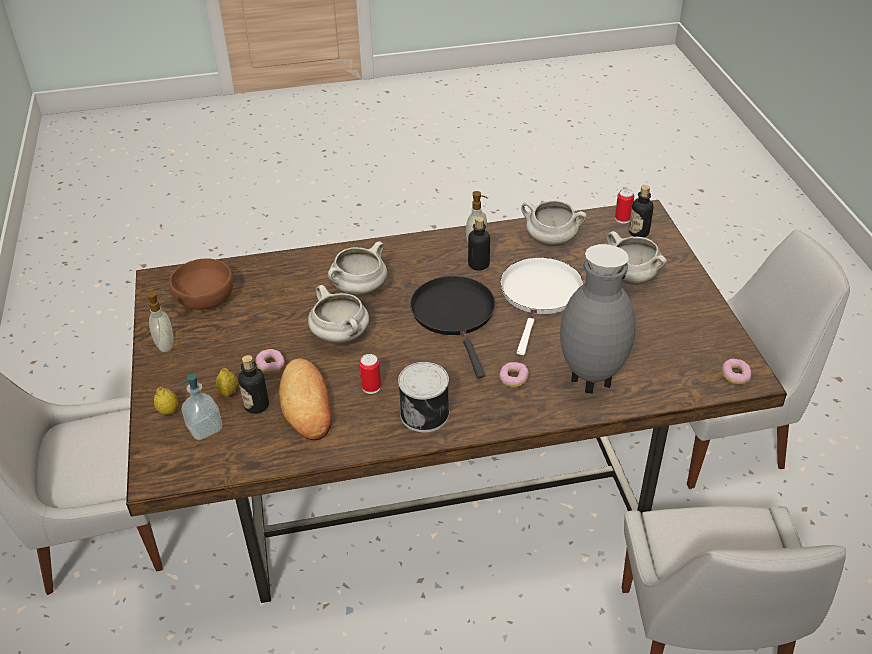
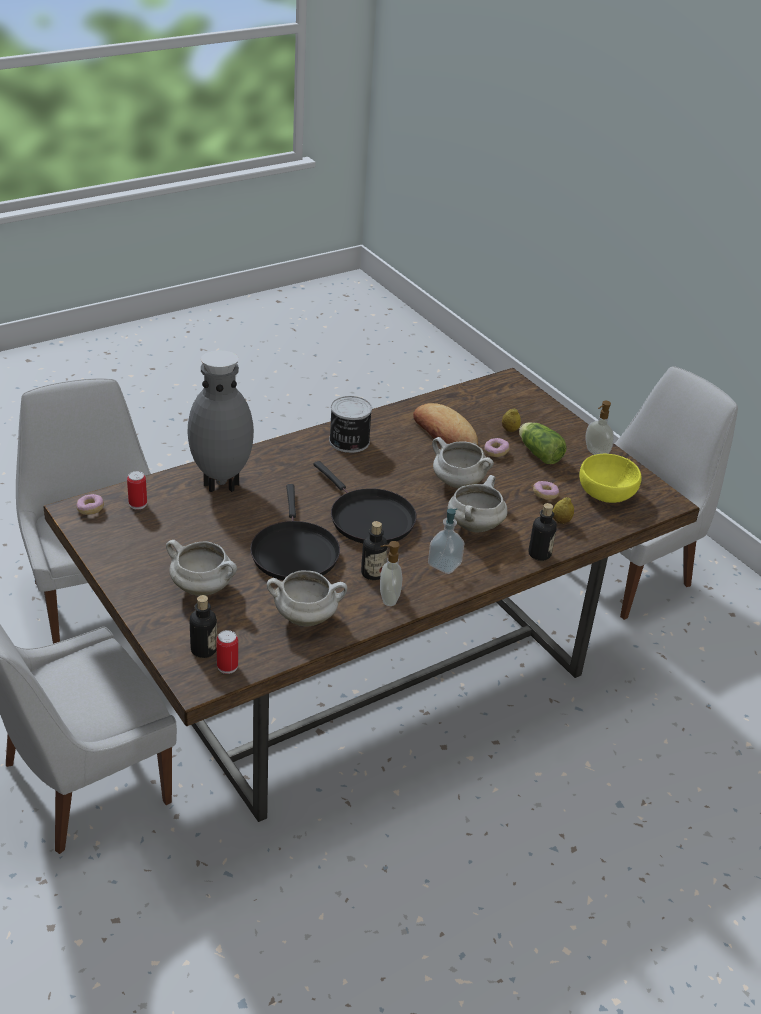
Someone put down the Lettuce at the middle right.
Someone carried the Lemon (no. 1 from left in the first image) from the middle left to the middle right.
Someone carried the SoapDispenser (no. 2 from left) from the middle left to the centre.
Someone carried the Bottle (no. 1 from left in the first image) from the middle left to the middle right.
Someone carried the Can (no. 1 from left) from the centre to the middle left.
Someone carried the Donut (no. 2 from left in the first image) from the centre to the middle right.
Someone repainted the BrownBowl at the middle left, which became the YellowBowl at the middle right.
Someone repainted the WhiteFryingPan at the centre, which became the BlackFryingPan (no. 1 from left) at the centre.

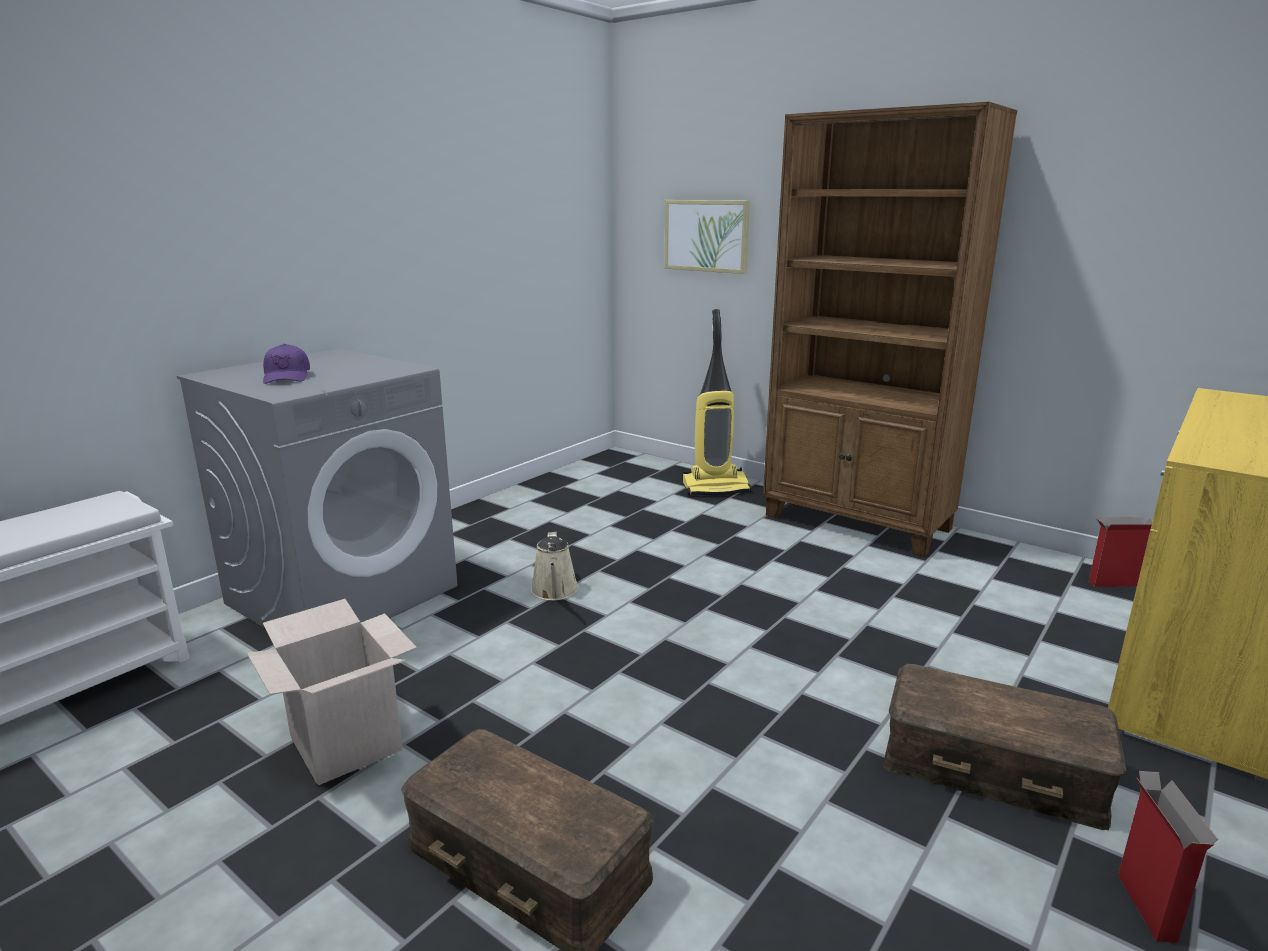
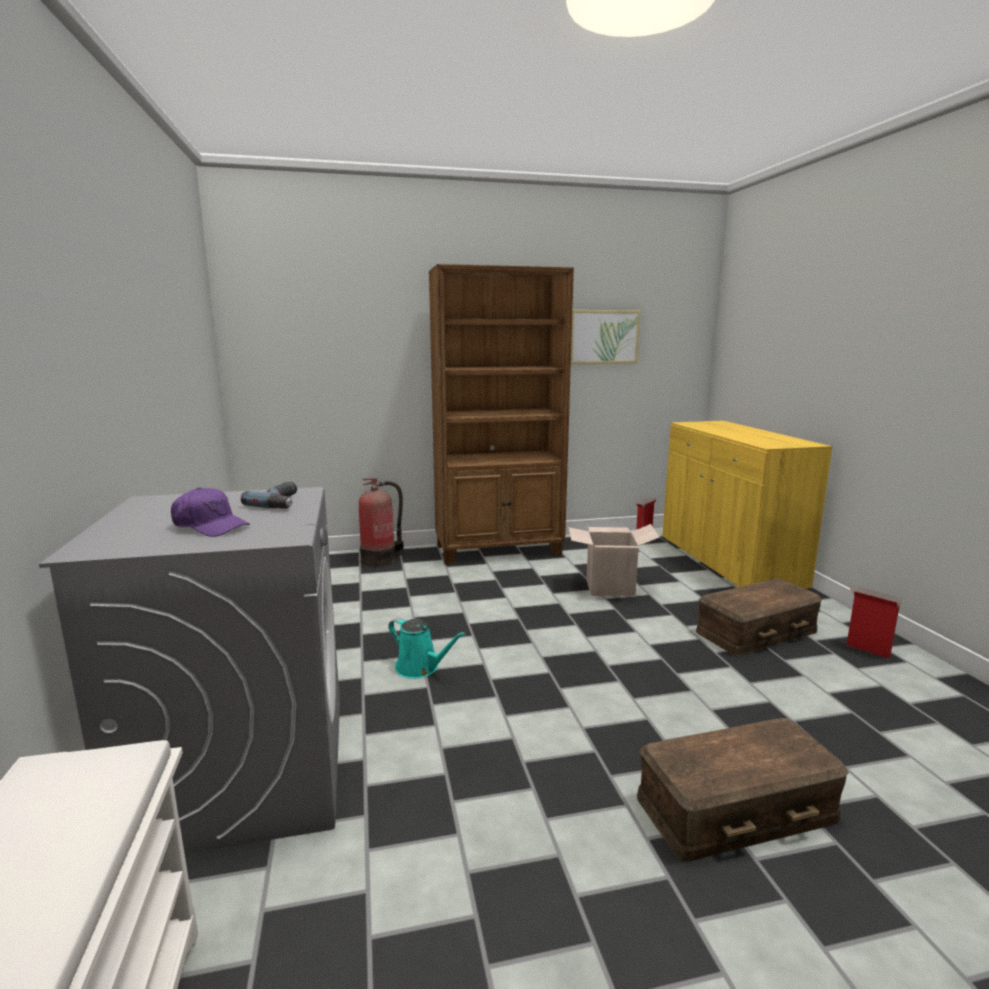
Someone put down the PowerDrill at the middle left.
Someone carried the CardboardBox (no. 1 from left) from the bottom left to the centre.
Someone carried the Picture from the top centre to the centre.
Someone swapped the VacuumCleaner at the centre for the FireExtinguisher at the centre.
Someone repainted the BeigeWateringCan at the centre, which became the TurquoiseWateringCan at the centre.

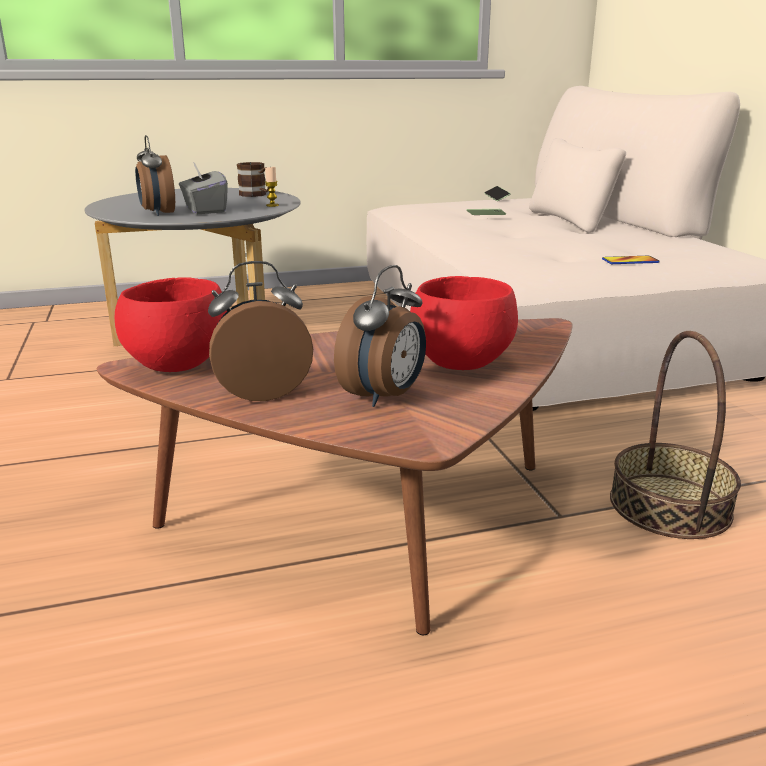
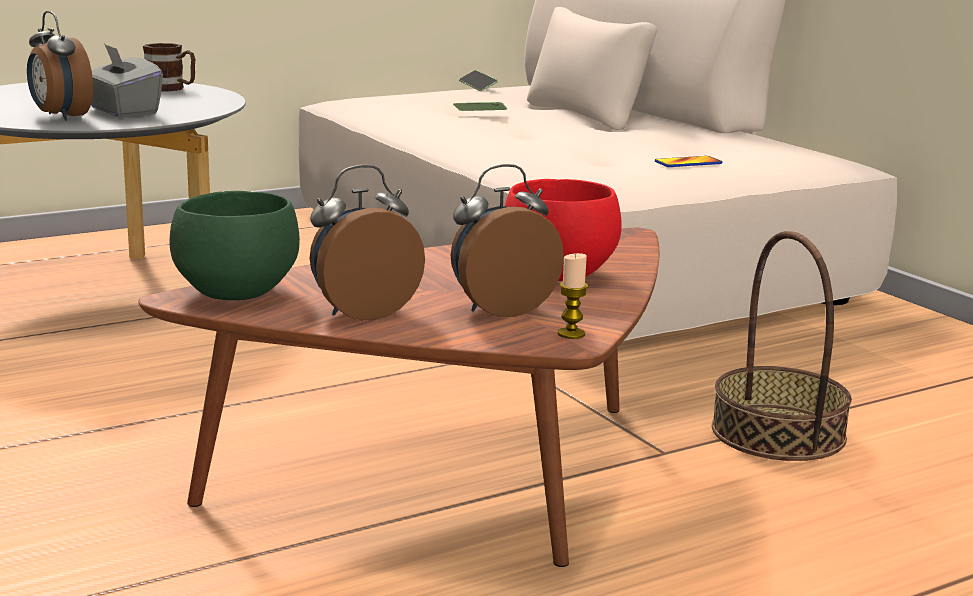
Someone carried the Candle from the top centre to the centre.
Someone repainted the RedBowl (no. 1 from left) at the middle left, which became the GreenBowl at the middle left.
Someone rotated the AlarmClock (no. 3 from left) at the centre by 135 degrees counterclockwise.

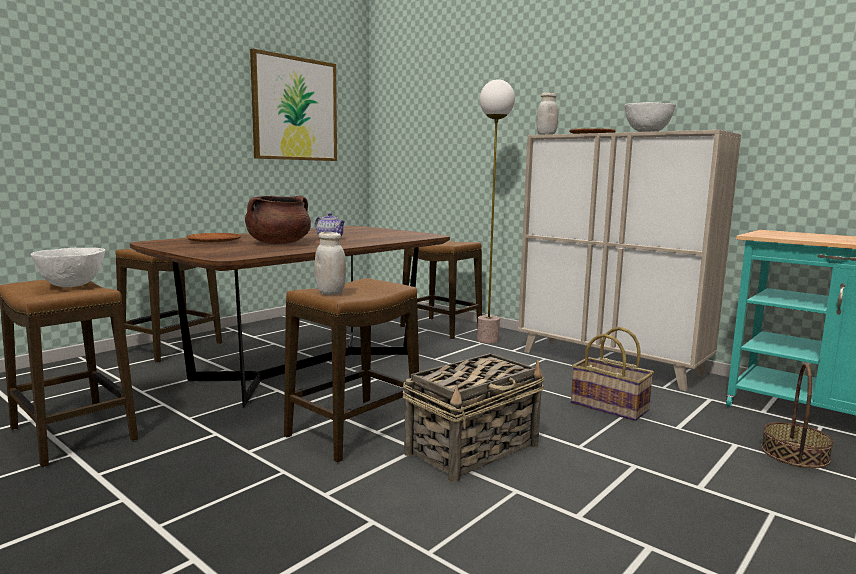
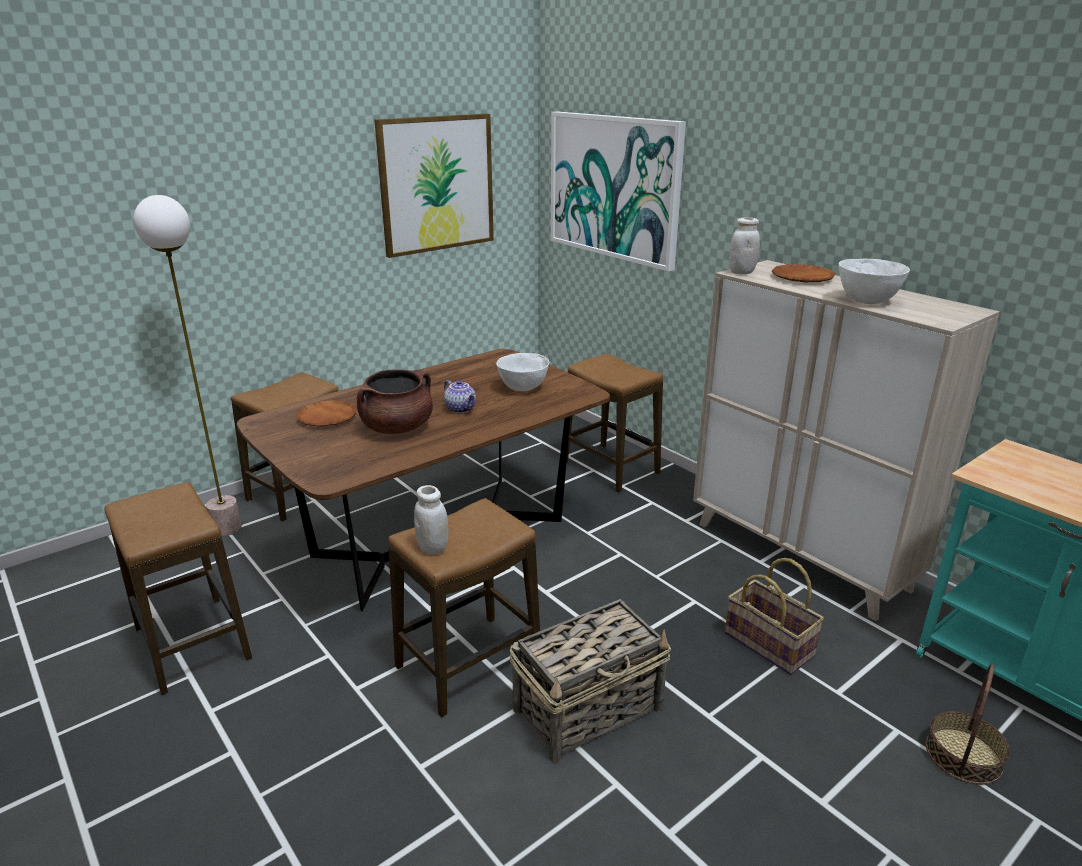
Someone put up the Picture (no. 2 from left) at the top centre.
Someone carried the WhiteBowl (no. 1 from left) from the middle left to the centre.
Someone carried the FloorLamp from the centre to the middle left.

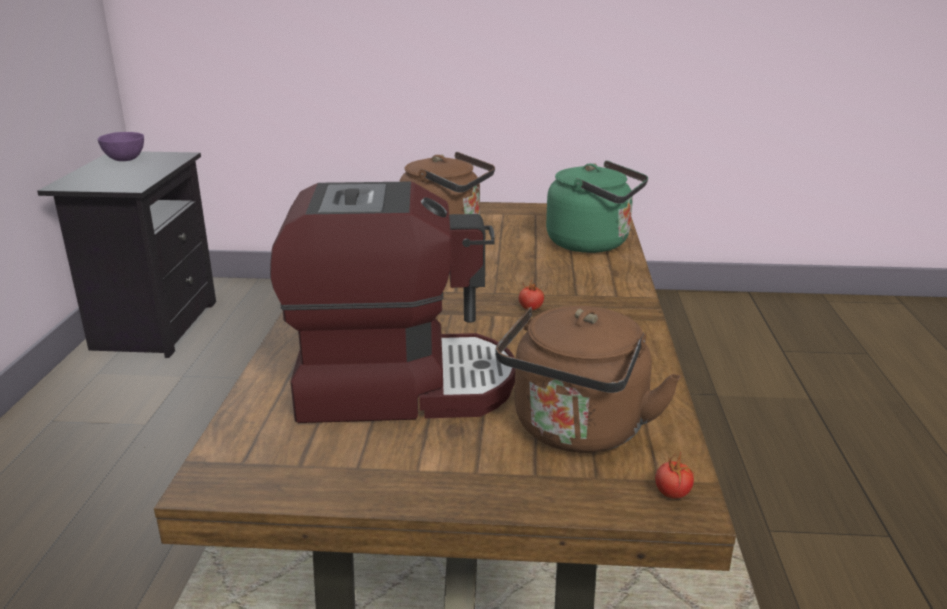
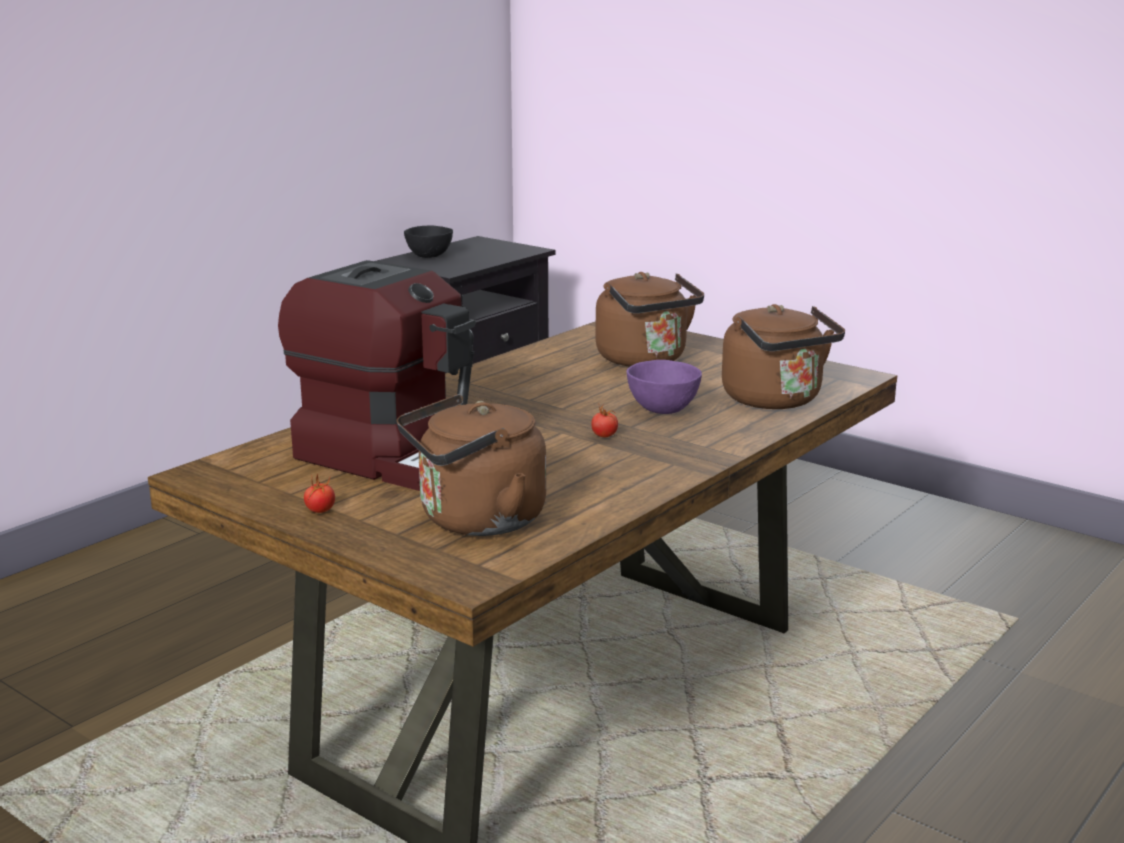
Someone put down the BlackBowl at the top centre.
Someone carried the PurpleBowl from the top left to the centre.
Someone carried the Tomato (no. 2 from left in the first image) from the bottom right to the middle left.
Someone repainted the GreenKettle at the centre, which became the BrownKettle (no. 3 from left) at the middle right.

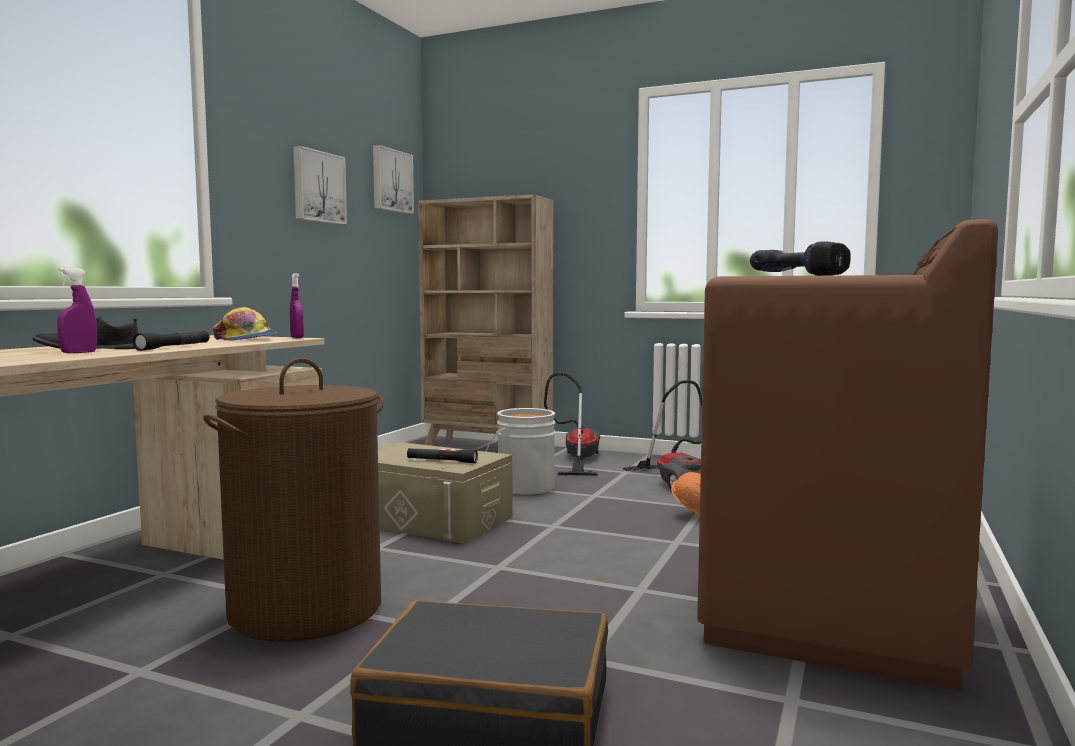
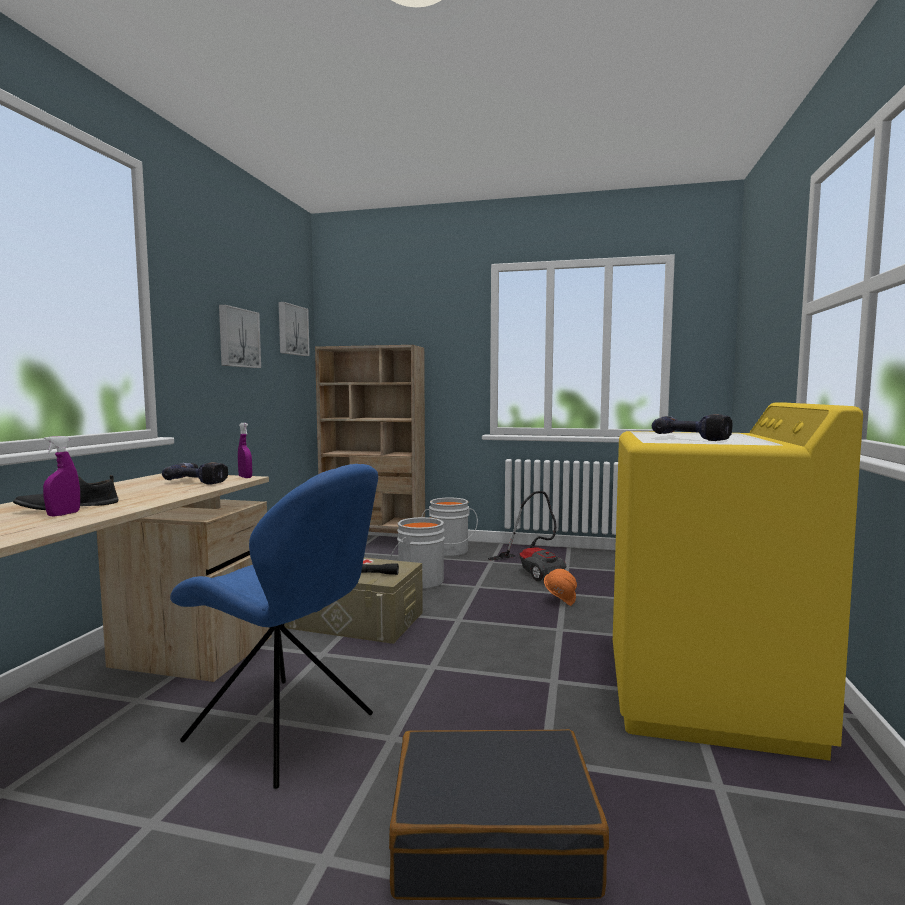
Someone took away the BlackFlashlight (no. 1 from left) at the middle left.
Someone swapped the BrownLaundryBasket at the bottom left for the BlueChair at the bottom left.
Someone swapped the Cap at the middle left for the PowerDrill (no. 1 from left) at the middle left.
Someone swapped the VacuumCleaner (no. 1 from left) at the centre for the GreyBucket (no. 2 from left) at the centre.
Someone repainted the BrownWashingMachine at the middle right, which became the YellowWashingMachine at the middle right.

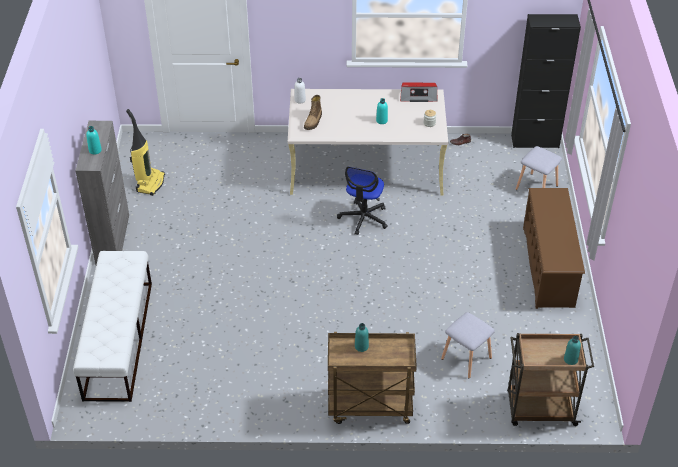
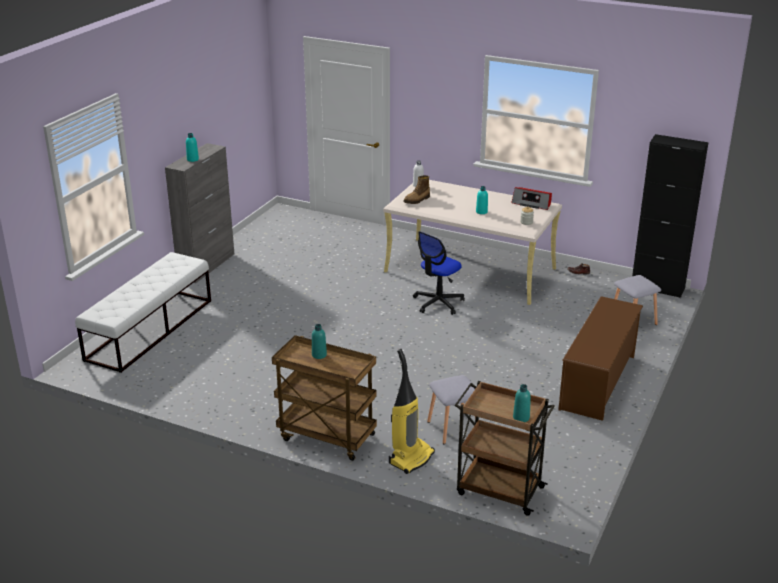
Someone carried the VacuumCleaner from the top left to the bottom centre.

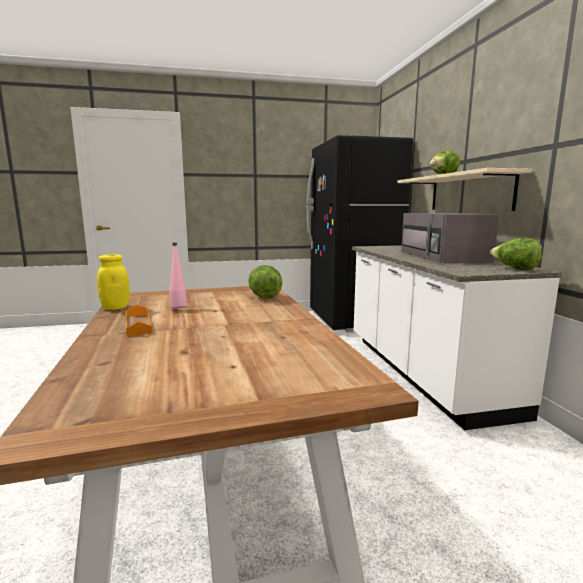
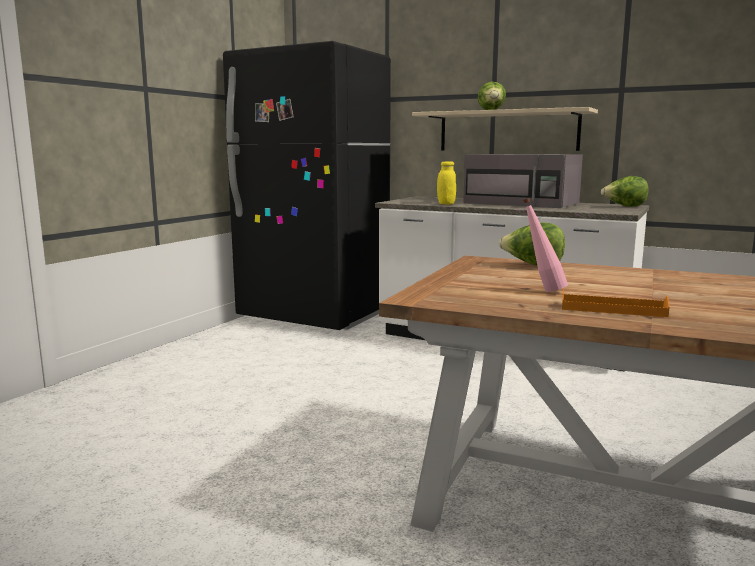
Someone carried the YellowJar from the middle left to the top centre.

